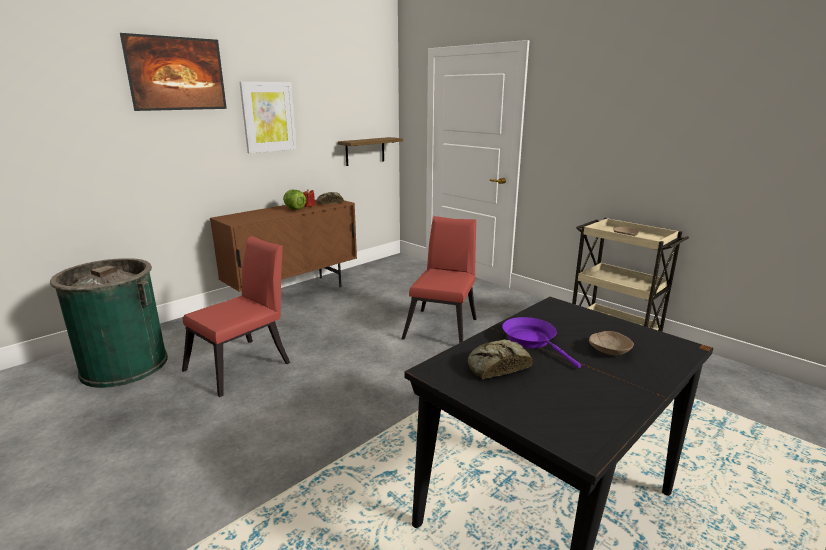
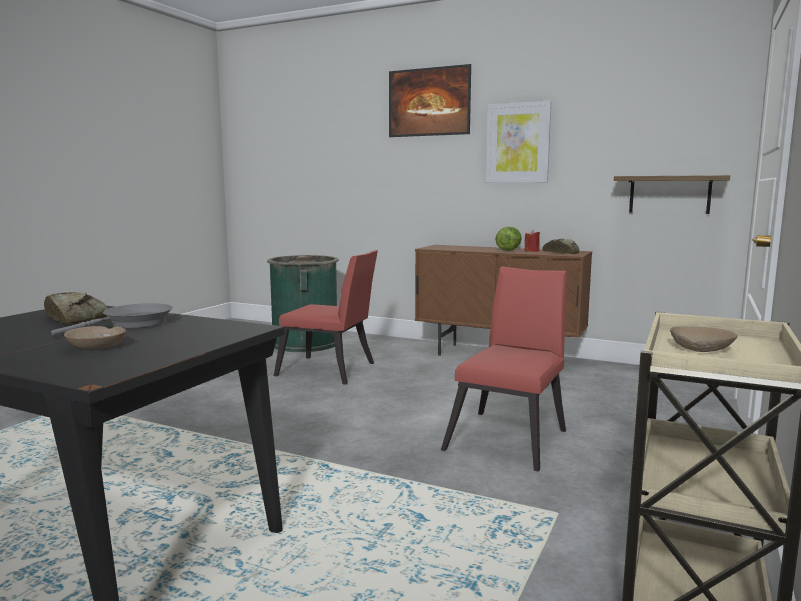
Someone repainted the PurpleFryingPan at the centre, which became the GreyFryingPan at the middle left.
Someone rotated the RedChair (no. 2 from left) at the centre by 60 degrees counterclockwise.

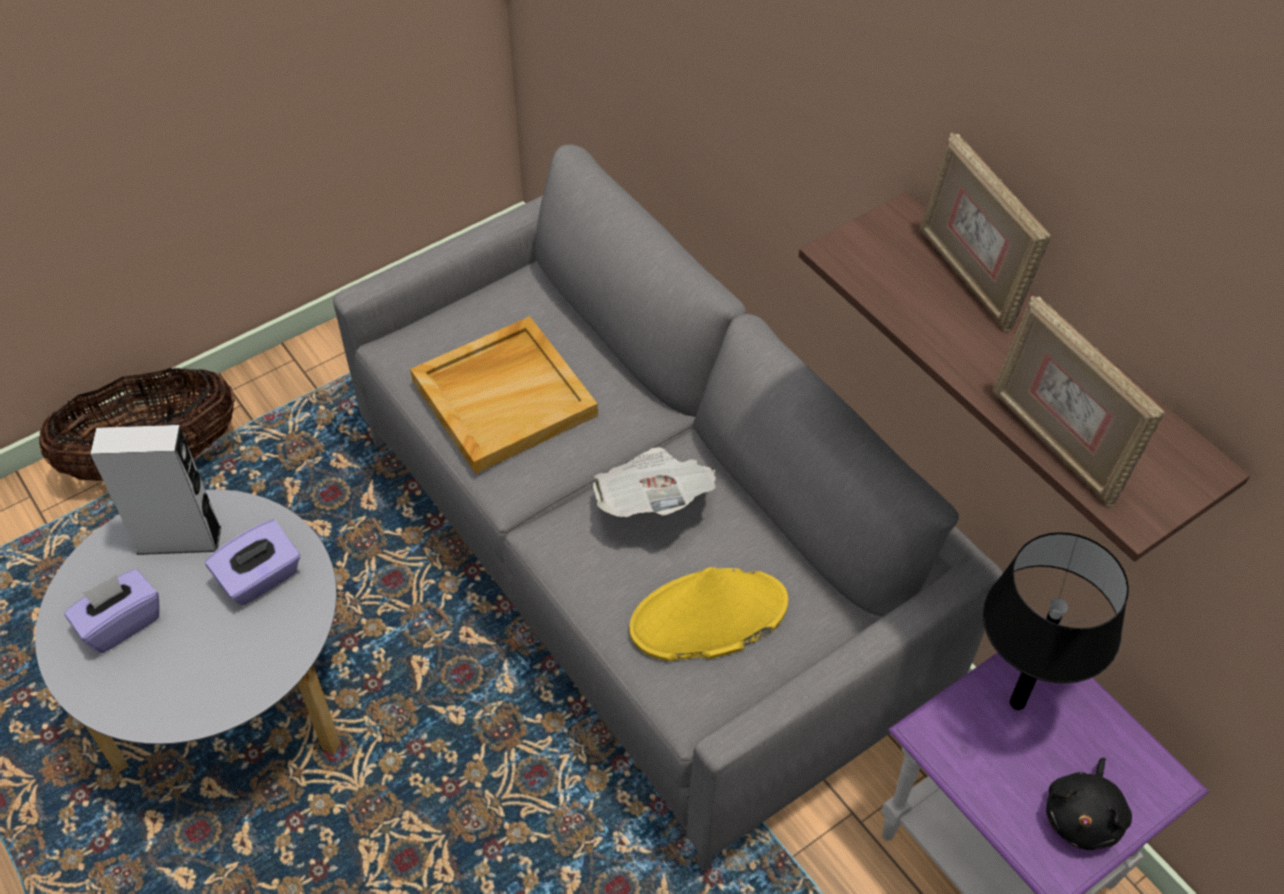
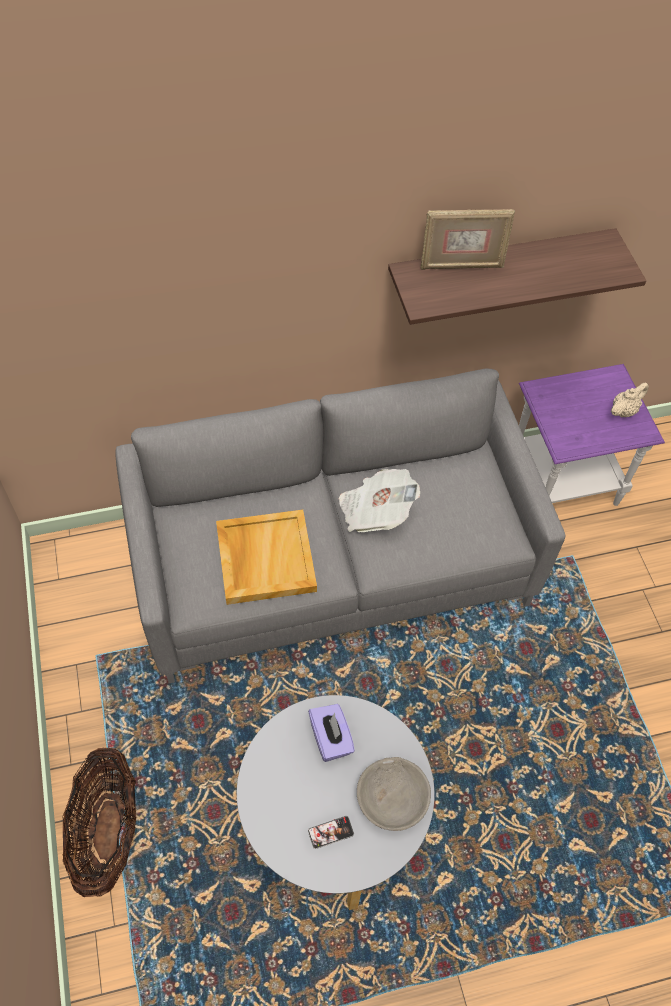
Someone took away the GreySpeaker at the middle left.
Someone took away the YellowHat at the bottom centre.
Someone took away the BlackTableLamp at the bottom right.
Someone took away the PictureFrame (no. 2 from left) at the middle right.
Someone put down the GreyBowl at the bottom centre.
Someone swapped the PurpleTissueBox (no. 1 from left) at the bottom left for the Phone at the bottom centre.
Someone swapped the BlackPlushToy at the bottom right for the BeigeTeapot at the middle right.

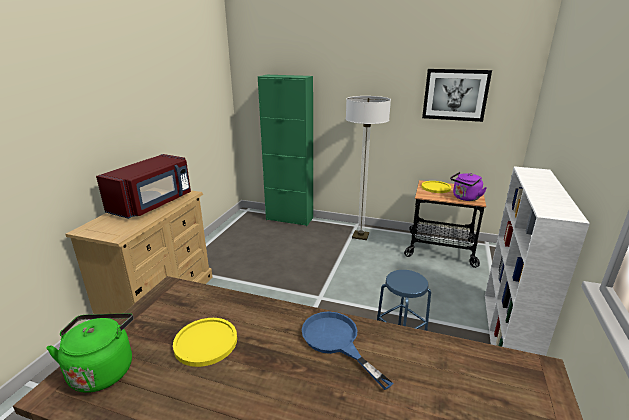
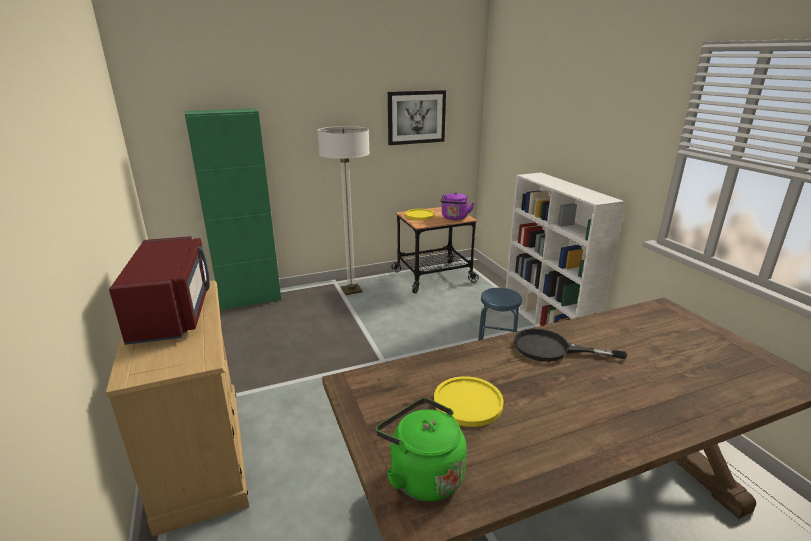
Someone repainted the BlueFryingPan at the bottom centre, which became the BlackFryingPan at the middle right.

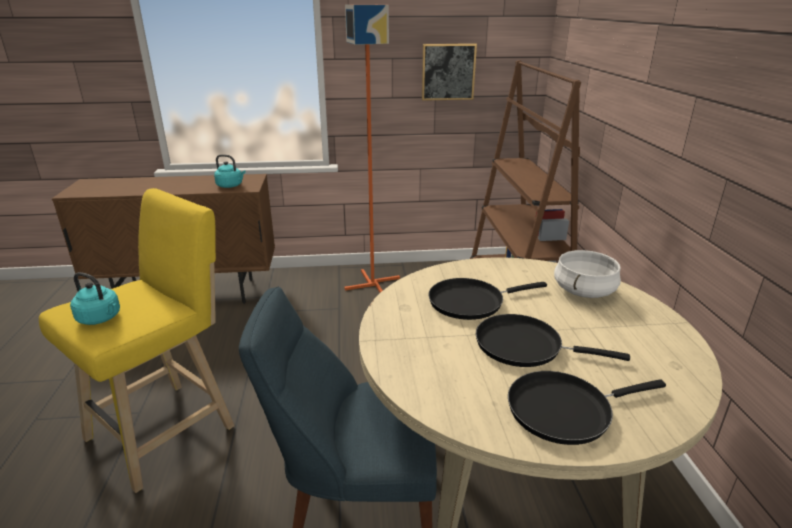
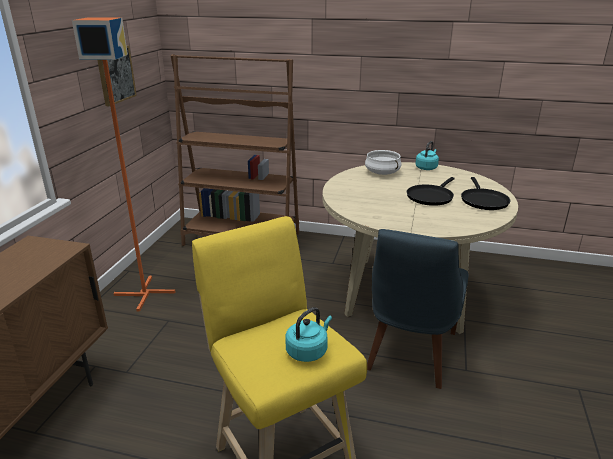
Someone took away the BlackFryingPan (no. 1 from left) at the centre.
Someone carried the TurquoiseKettle (no. 2 from left) from the top left to the middle right.

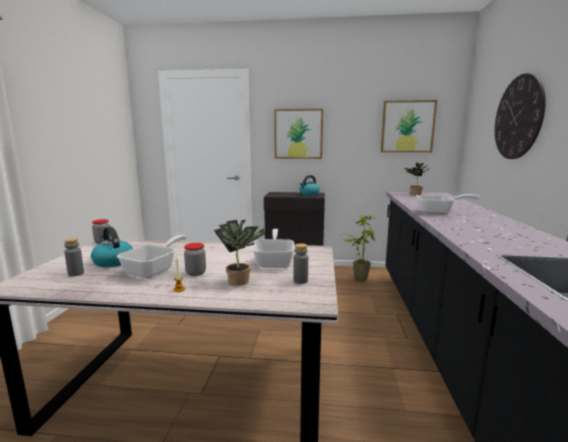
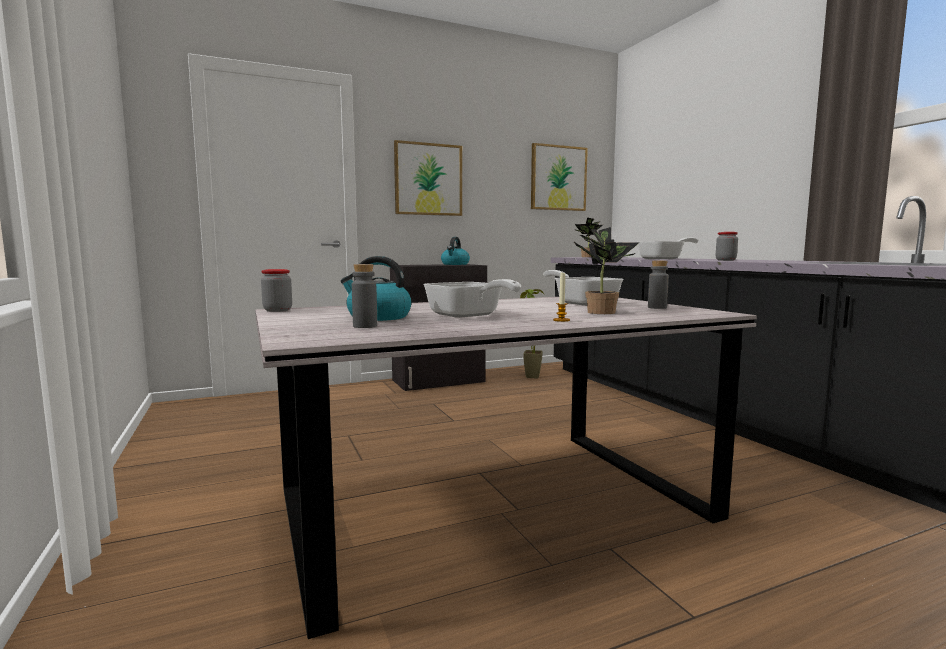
Someone took away the WallClock at the top right.
Someone carried the Jar (no. 2 from left) from the centre to the middle right.
Someone rotated the FryingPan (no. 1 from left) at the middle left by 150 degrees clockwise.

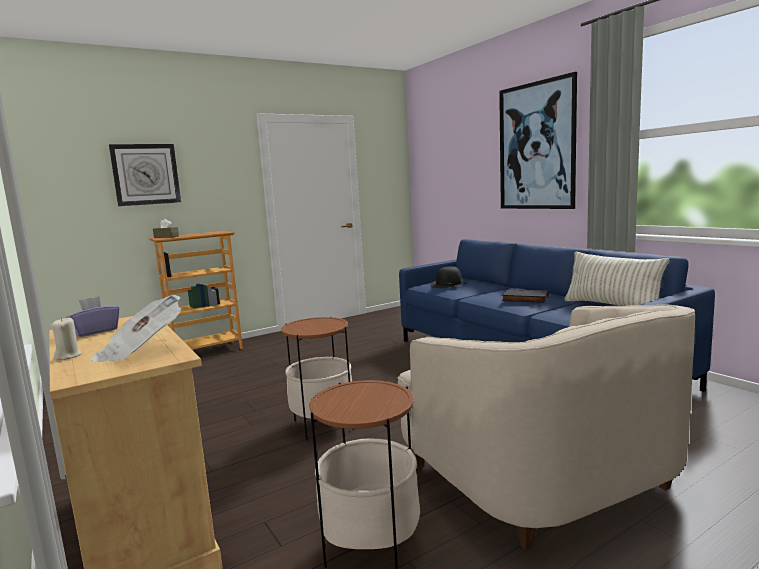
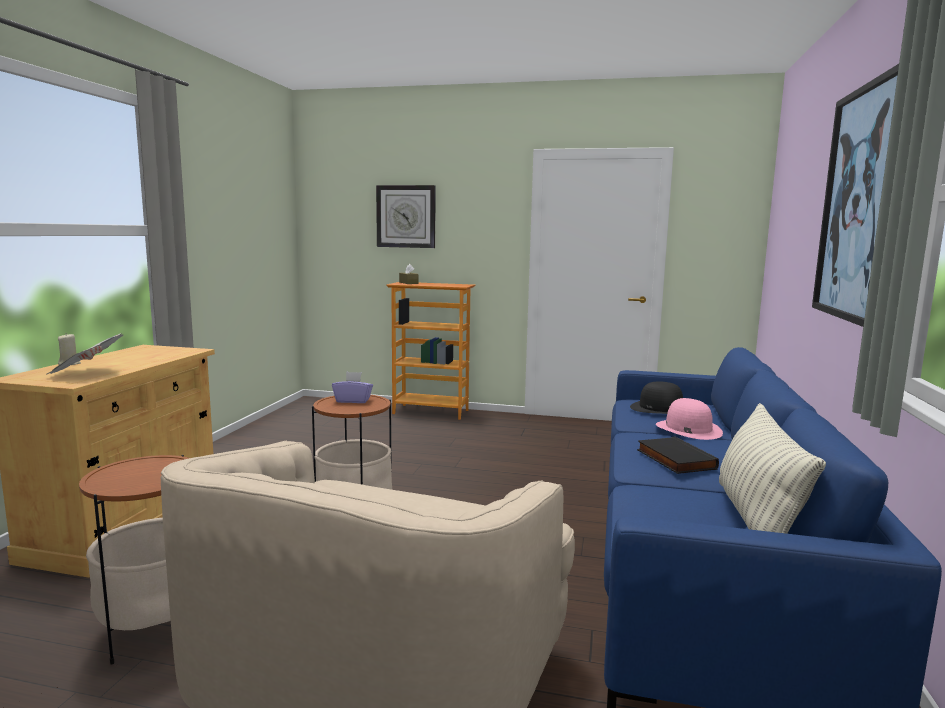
Someone put down the PinkHat at the middle right.
Someone carried the PurpleTissueBox from the middle left to the centre.

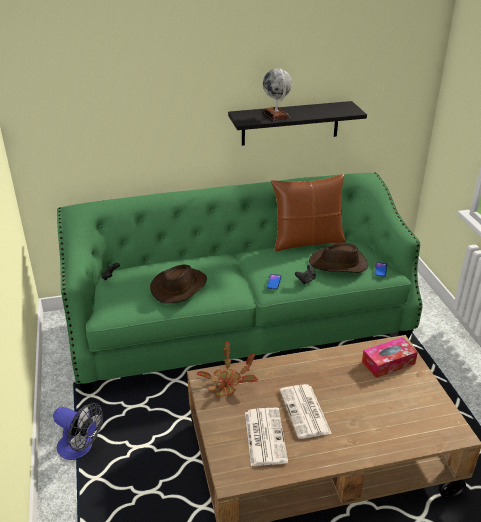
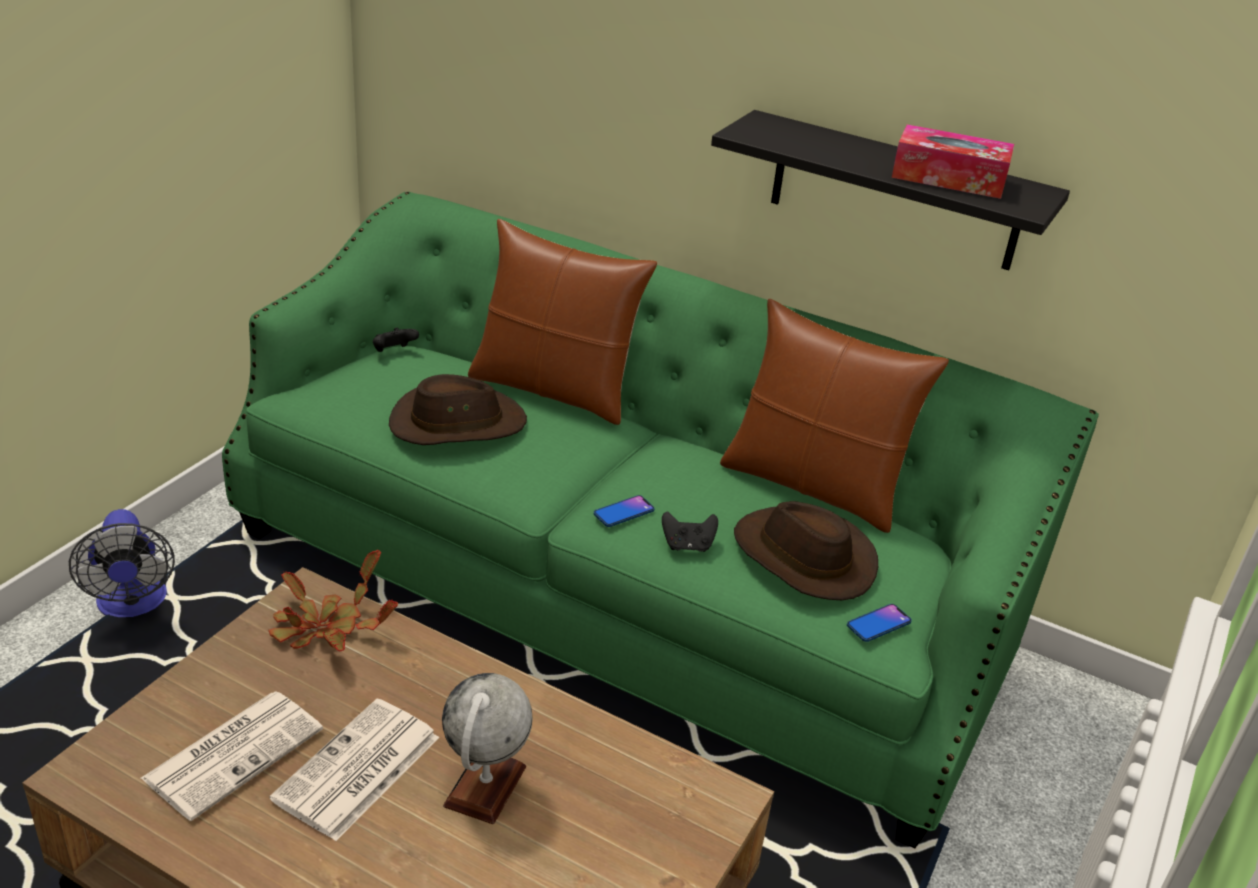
Someone put down the BrownPillow (no. 1 from left) at the centre.
Someone carried the Globe from the top centre to the bottom centre.
Someone carried the TissueBox from the bottom right to the top right.

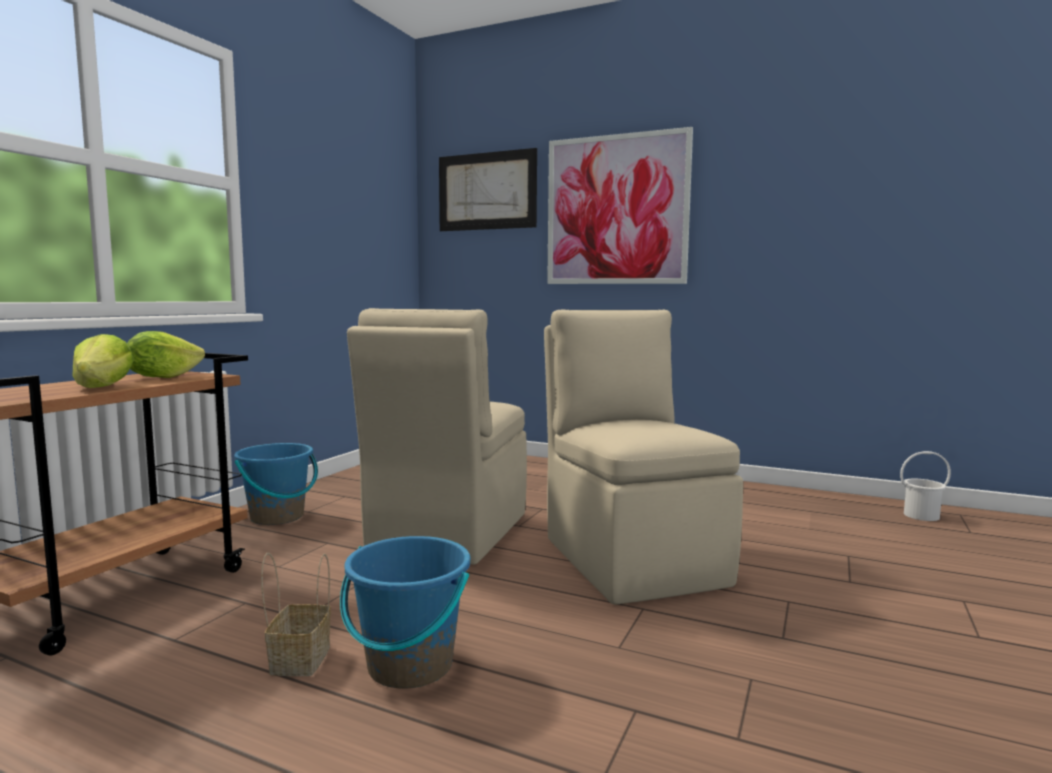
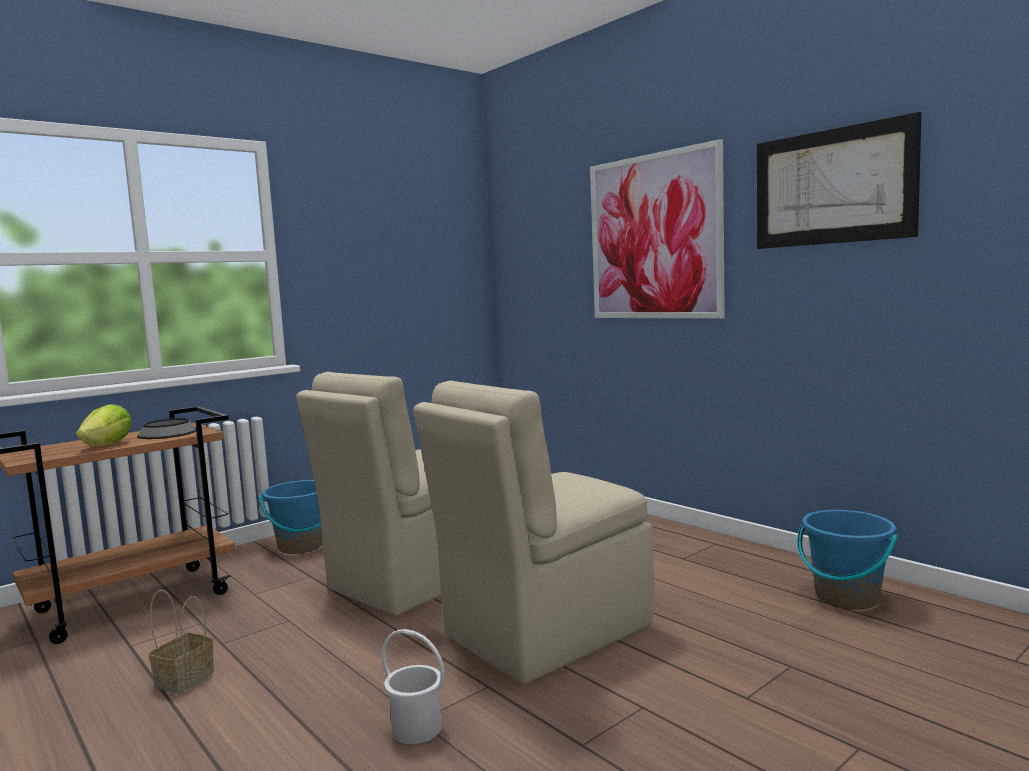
Someone carried the BlueBucket (no. 2 from left) from the bottom centre to the bottom right.
Someone carried the Picture (no. 1 from left in the first image) from the top centre to the top right.
Someone carried the WhiteBucket from the middle right to the bottom centre.
Someone swapped the Lettuce (no. 2 from left) at the middle left for the Bowl at the middle left.
Someone rotated the BeigeChair (no. 2 from left) at the centre by 135 degrees counterclockwise.

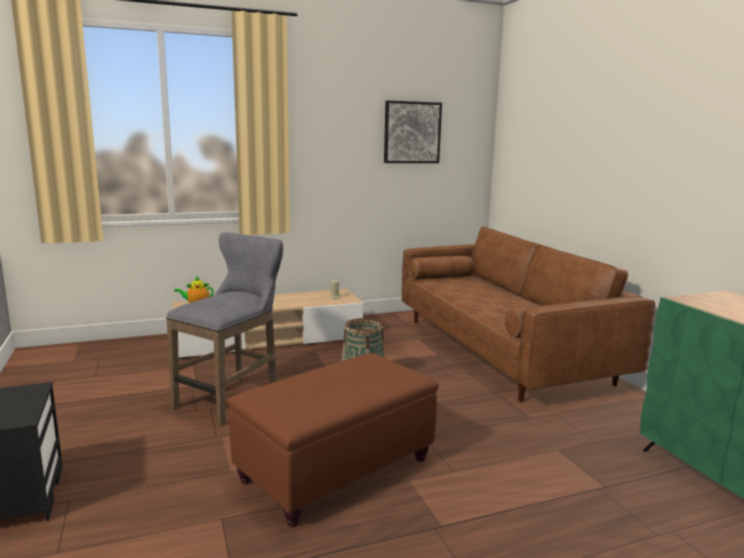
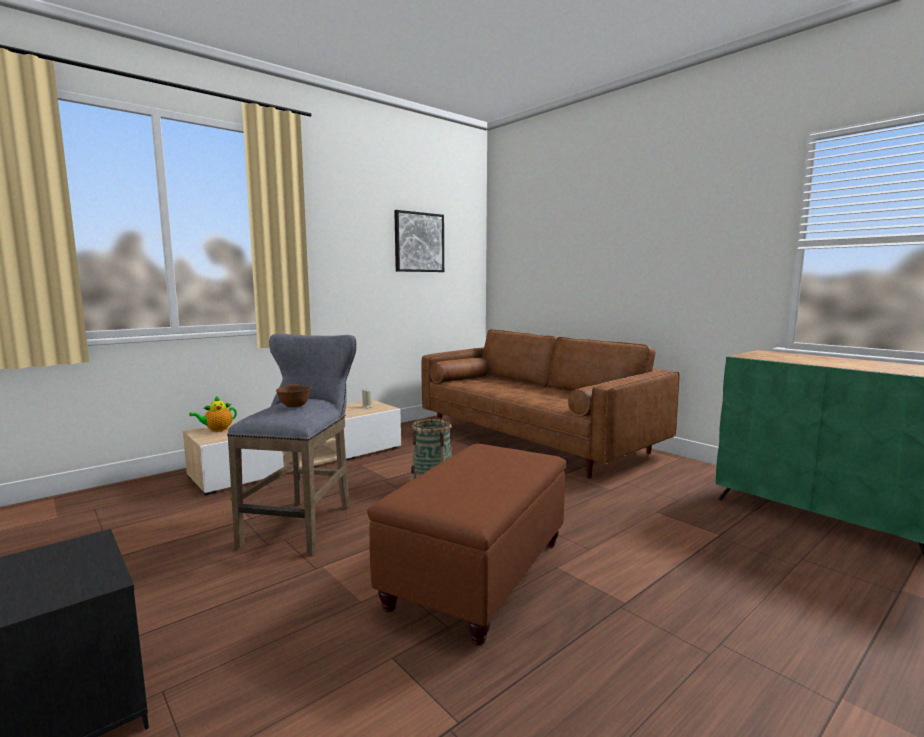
Someone put down the BrownBowl at the middle left.

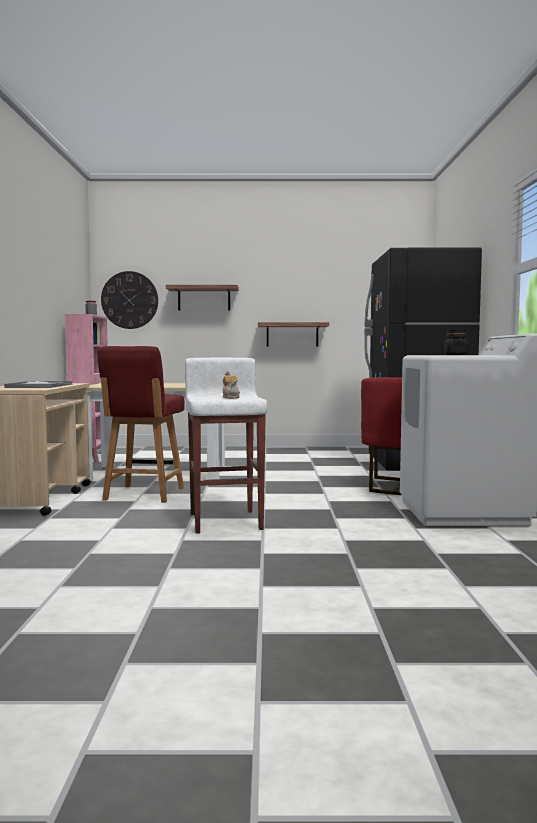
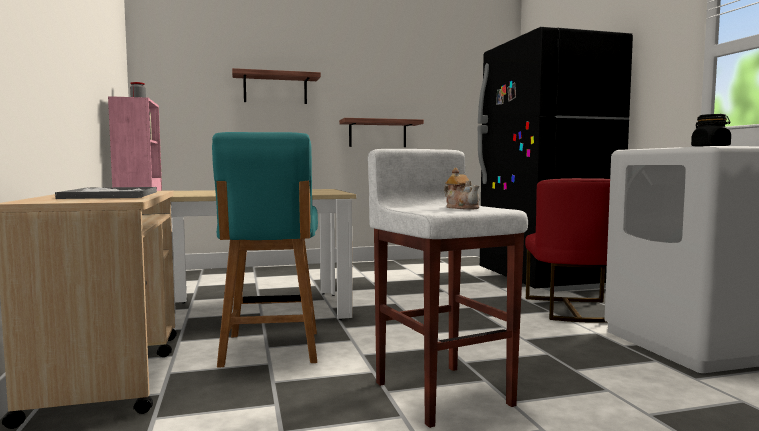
Someone took away the WallClock at the middle left.
Someone repainted the RedChair (no. 1 from left) at the middle left, which became the TurquoiseChair at the centre.

